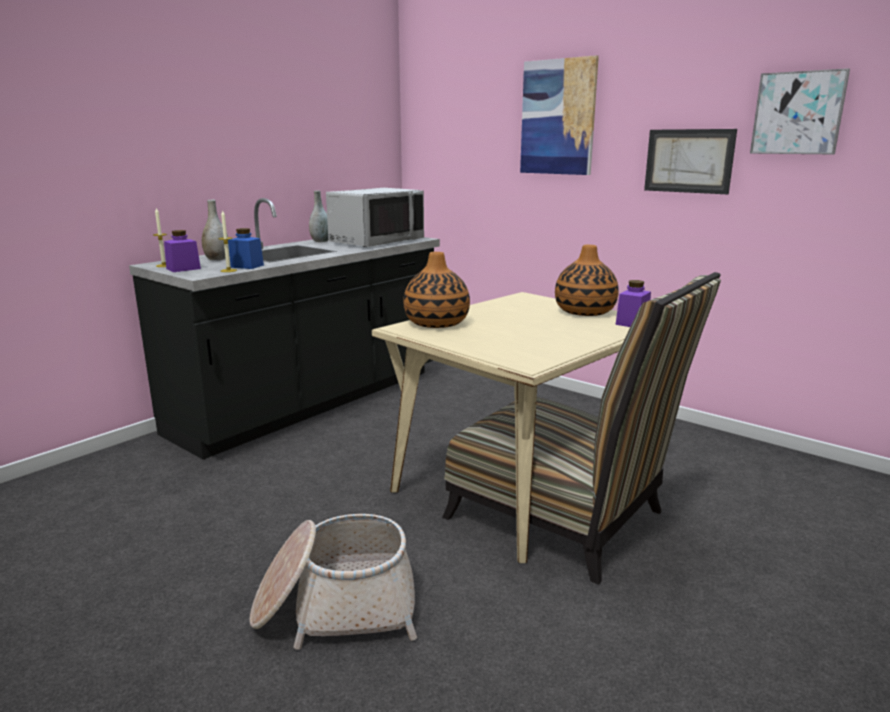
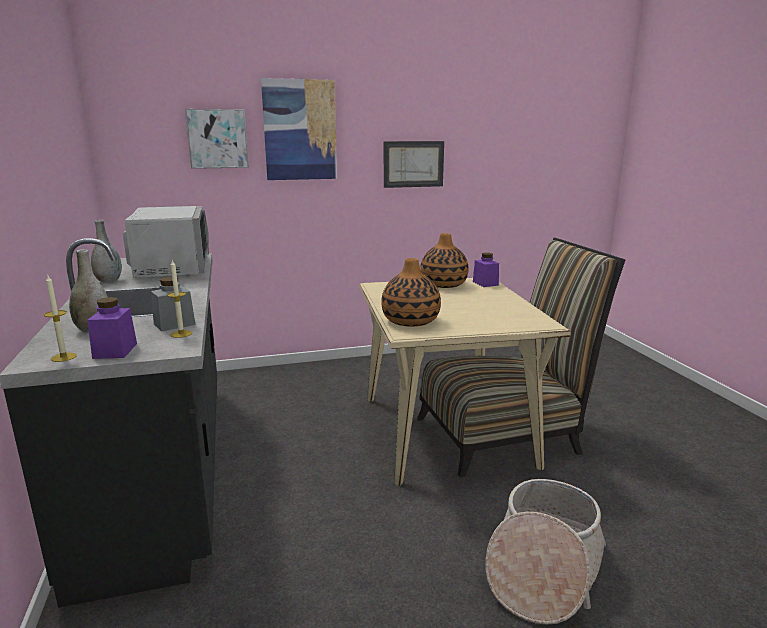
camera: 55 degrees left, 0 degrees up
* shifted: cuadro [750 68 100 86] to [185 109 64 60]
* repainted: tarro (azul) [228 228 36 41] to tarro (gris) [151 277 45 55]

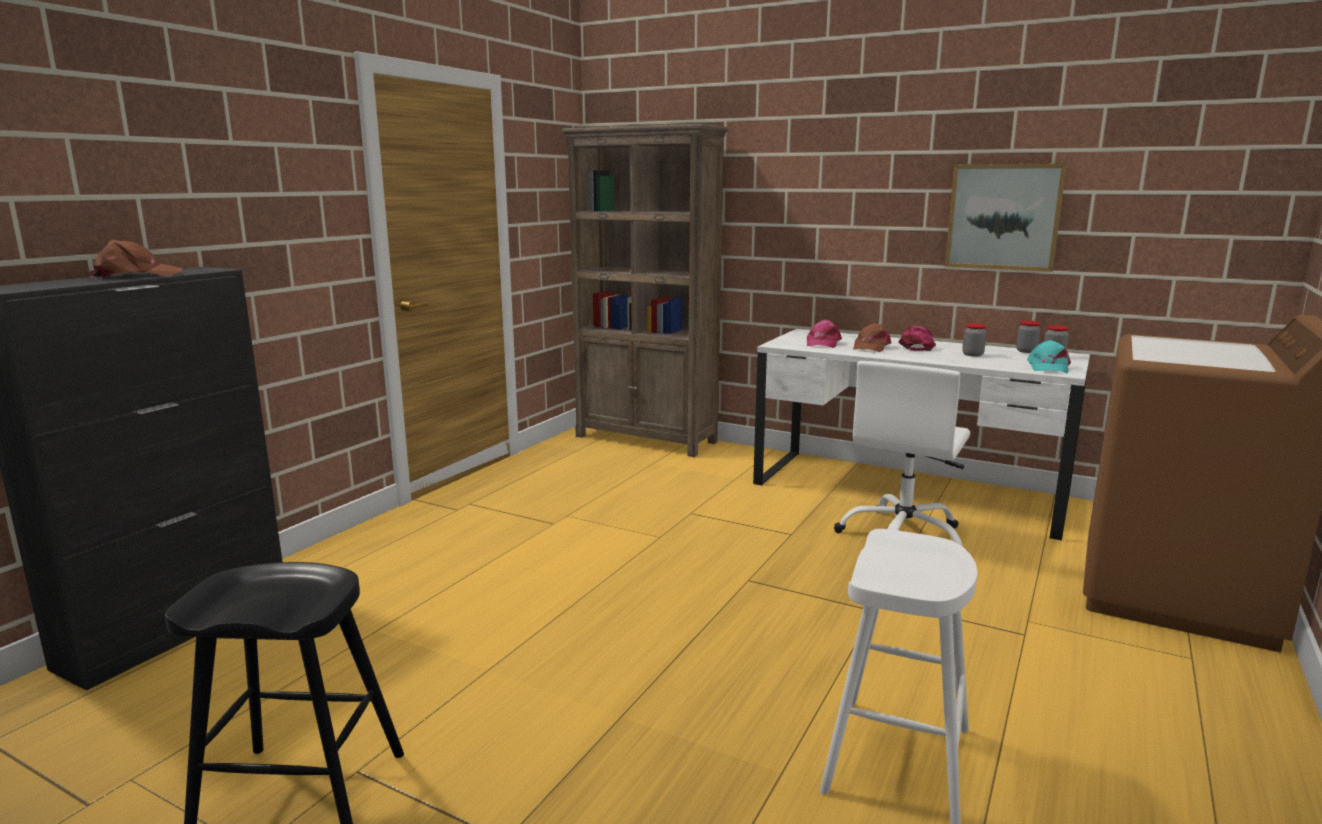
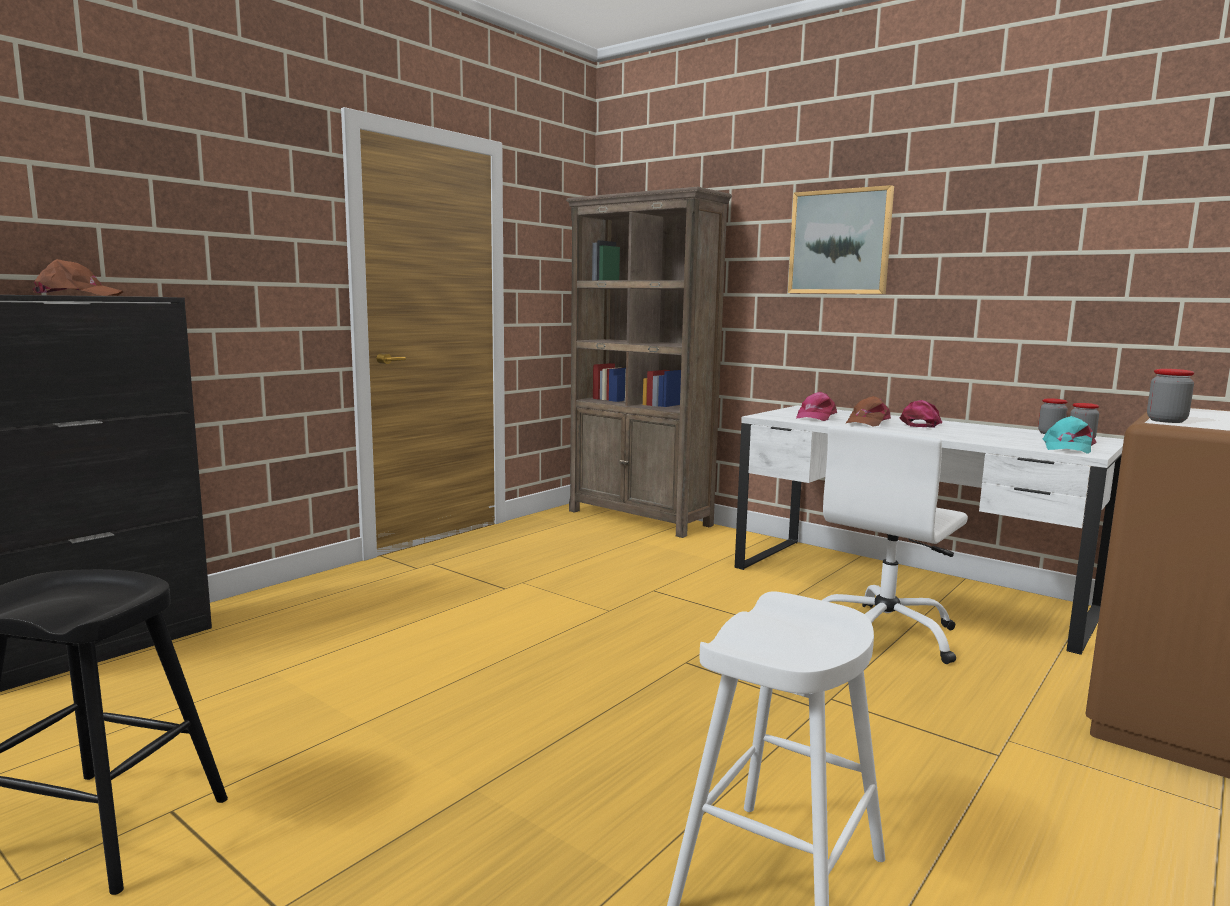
camera: 10 degrees right, 5 degrees down
* shifted: cuadro [945 163 122 109] to [788 185 106 109]
* shifted: tarro [962 324 24 33] to [1147 369 47 54]

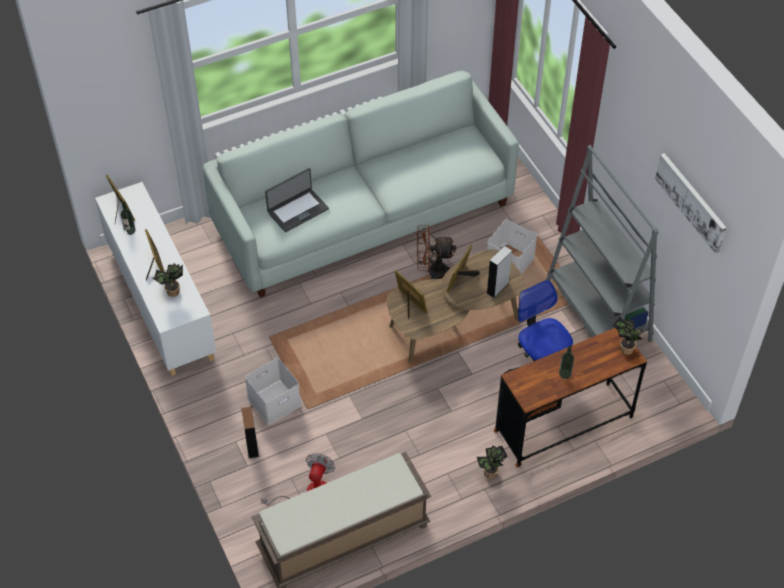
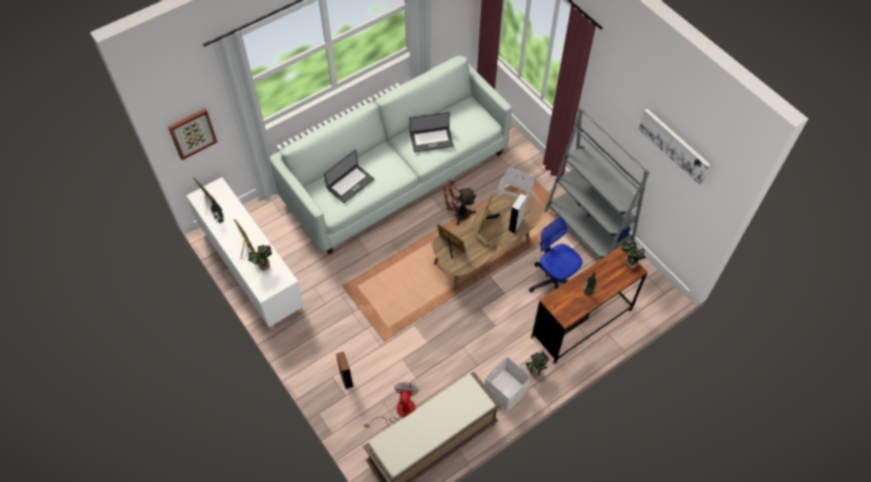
camera: 10 degrees left, 5 degrees up
* shifted: caja de almacenaje (blanco) [245 358 56 67] to [485 357 46 54]
* new: cuadro [168 108 49 52]
* new: portátil [409 112 45 41]

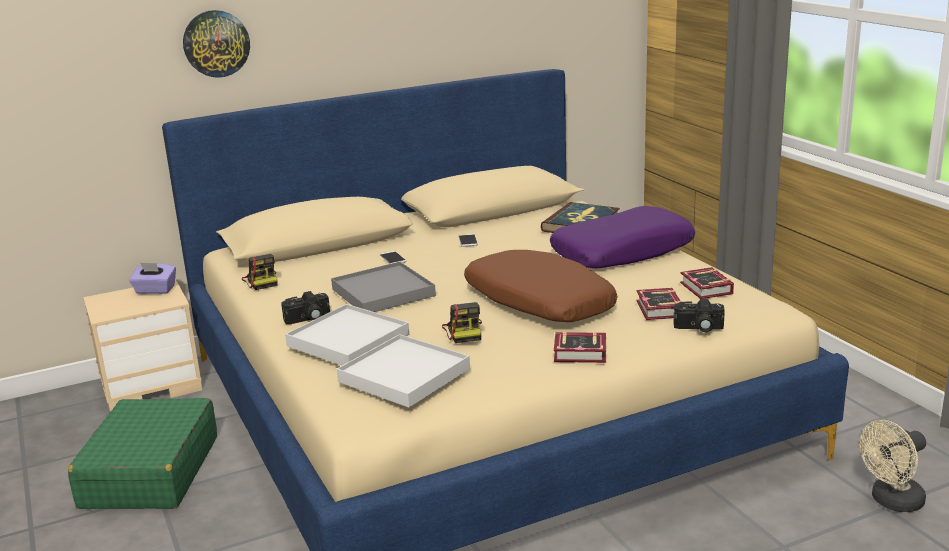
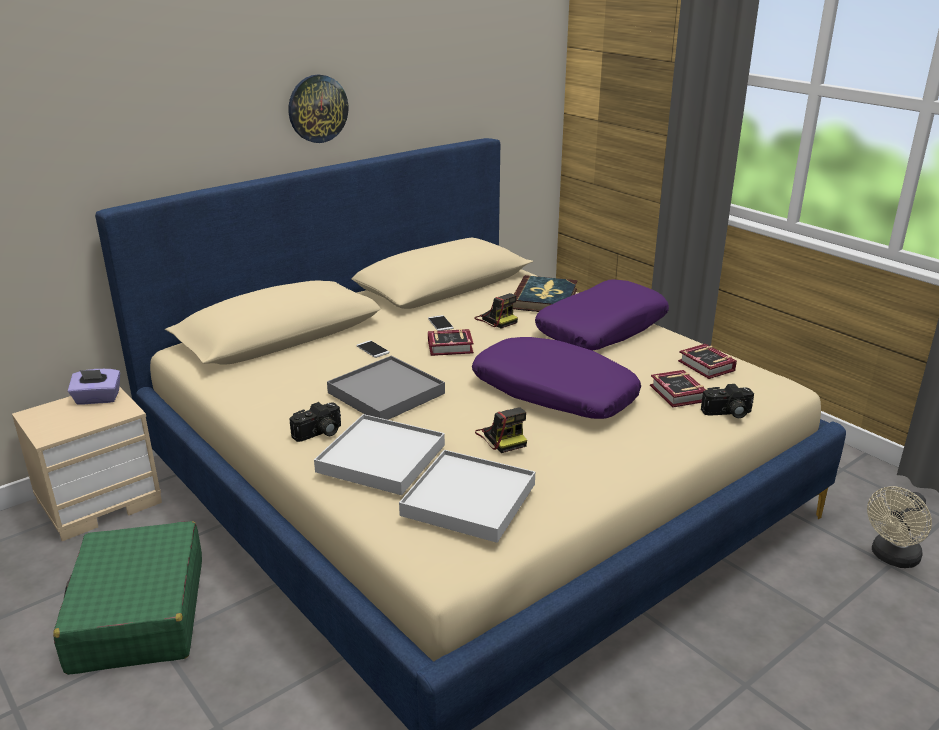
camera: 15 degrees left, 5 degrees up
* shifted: reloj de pared [183 10 67 68] to [289 75 59 68]
* repainted: cojín (marrón) [464 250 154 72] to cojín (morado) [472 337 169 82]
* shifted: cámara [242 254 36 36] to [474 293 44 36]
* shifted: libro [554 331 52 32] to [428 329 46 27]

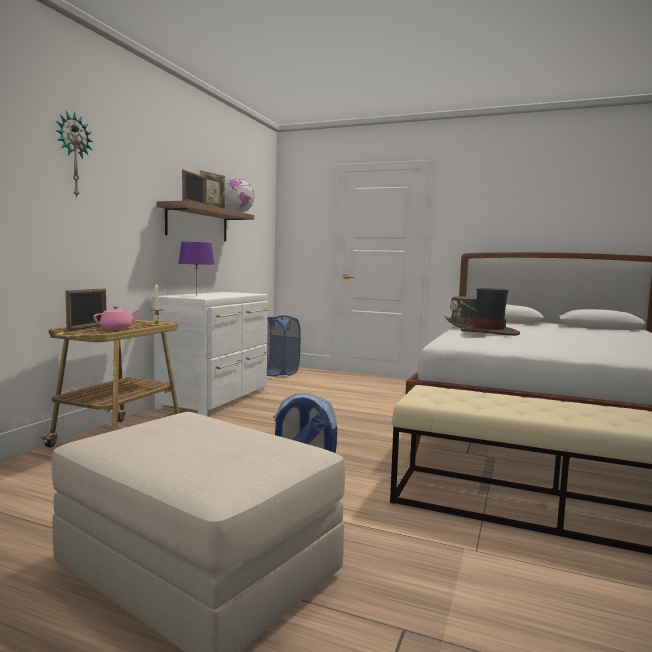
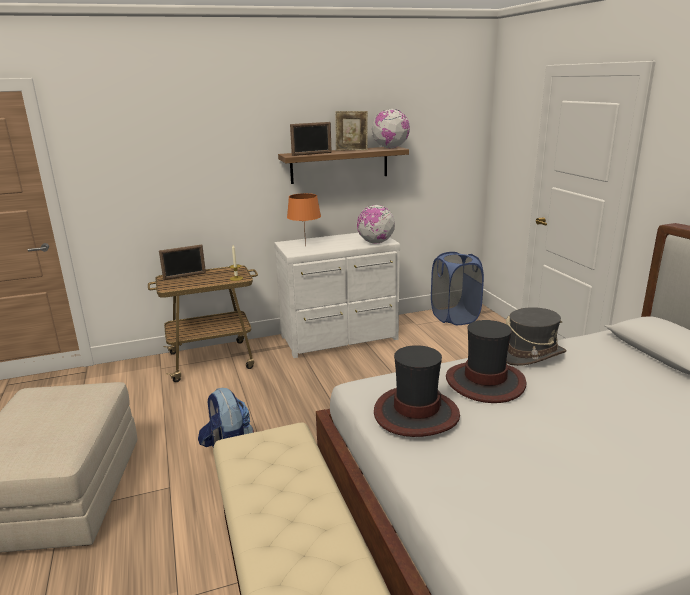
camera: 50 degrees right, 15 degrees up
* gone: reloj de pared [55 111 38 87]
* repainted: lámpara de mesa (morado) [178 242 37 54] to lámpara de mesa (naranja) [287 193 34 54]
* gone: tetera (rosa) [93 306 46 24]
* new: globo terráqueo [357 205 38 39]
* new: sombrero [374 345 86 92]

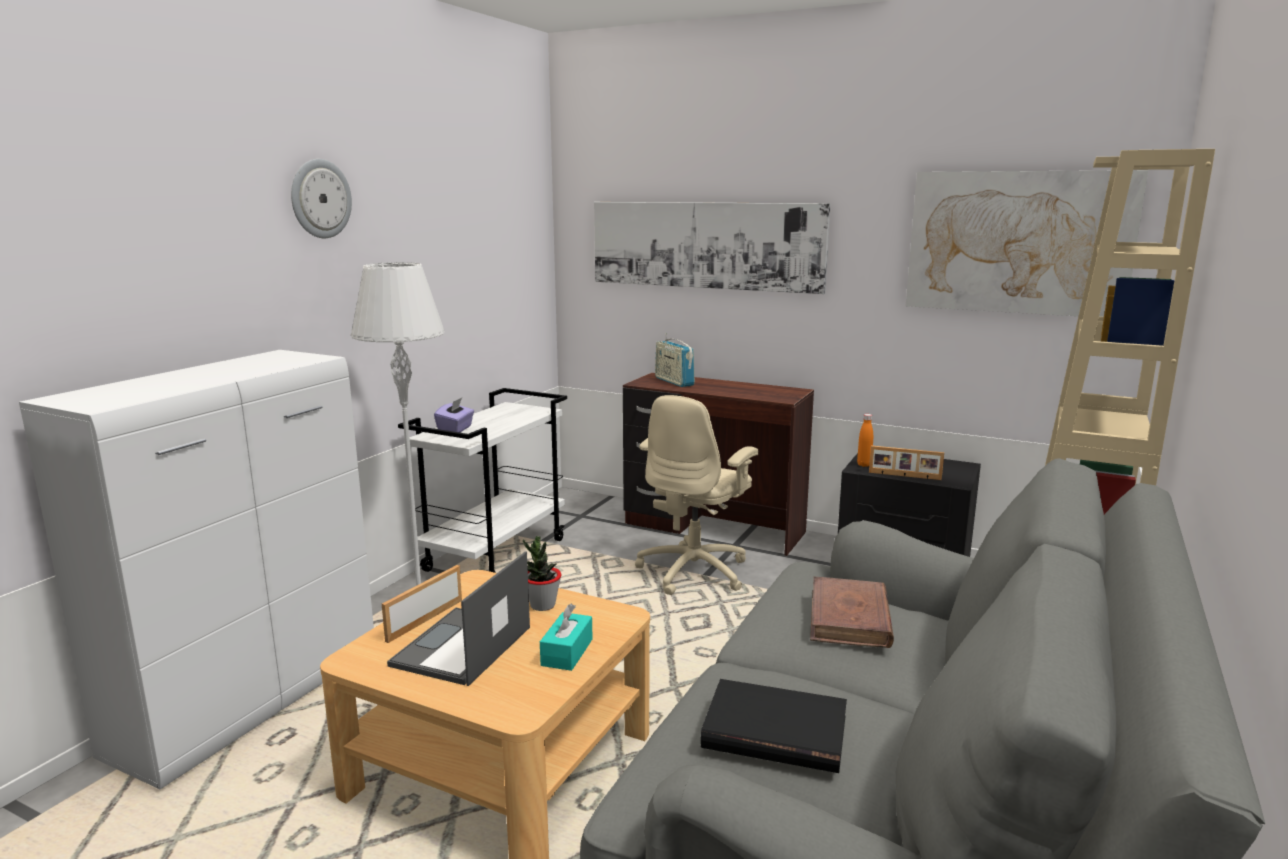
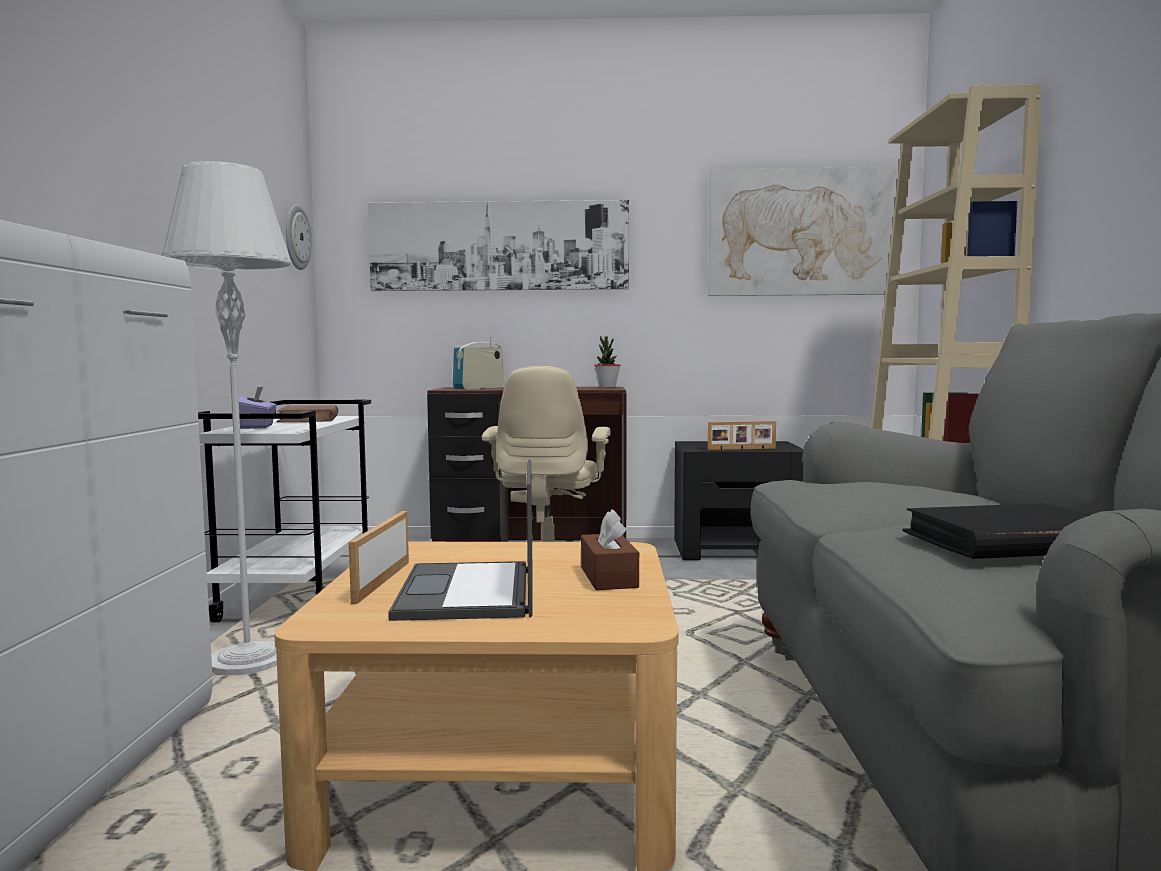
camera: 25 degrees left, 10 degrees down
* shifted: reloj de pared [291 159 61 79] to [286 205 26 65]
* rotated: radio [655 333 40 54] = [453 337 51 52] 90 degrees clockwise
* gone: botella (naranja) [857 414 16 53]
* shifted: planta en maceta [523 536 38 75] to [594 336 26 52]
* shifted: libro (marrón) [810 577 84 71] to [276 405 62 17]
* repainted: caja de pañuelos (turquesa) [540 604 52 67] to caja de pañuelos (marrón) [581 509 58 81]

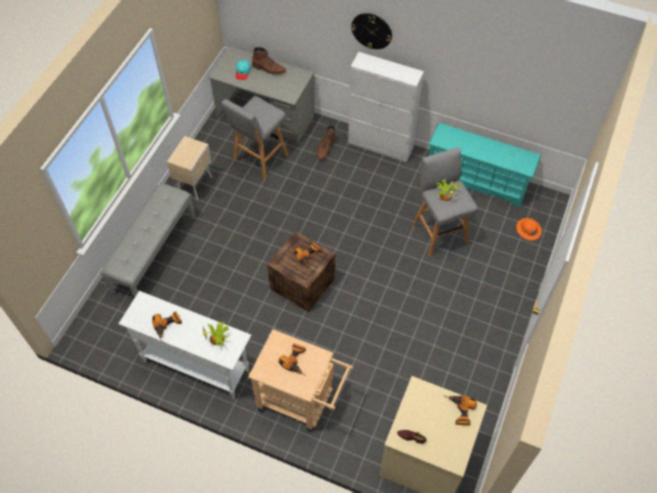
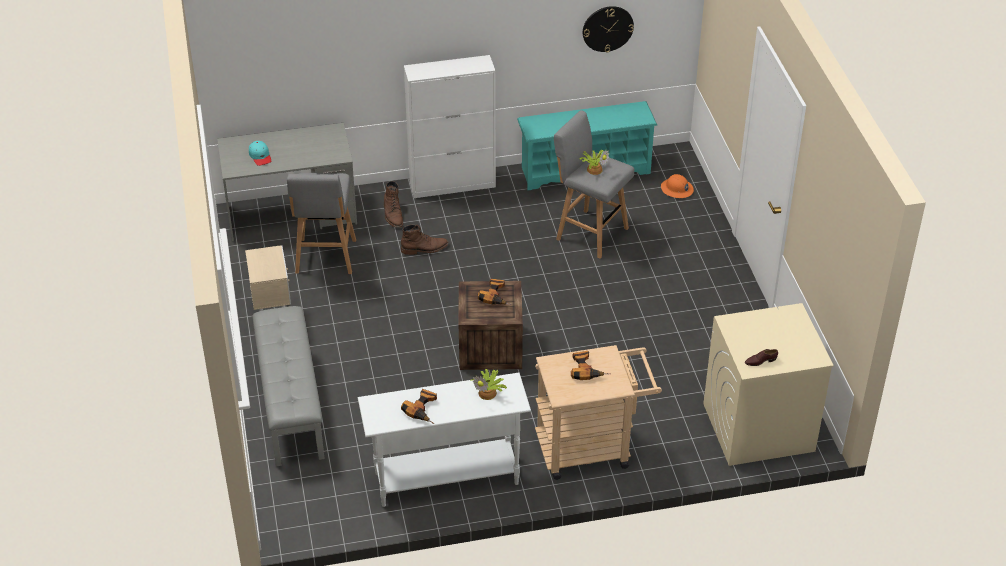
camera: 35 degrees left, 15 degrees down
* shifted: reloj de pared [351 13 41 36] to [583 6 51 47]
* shifted: bota (marrón) [252 47 34 28] to [401 225 48 30]
* gone: taladro [443 395 34 30]

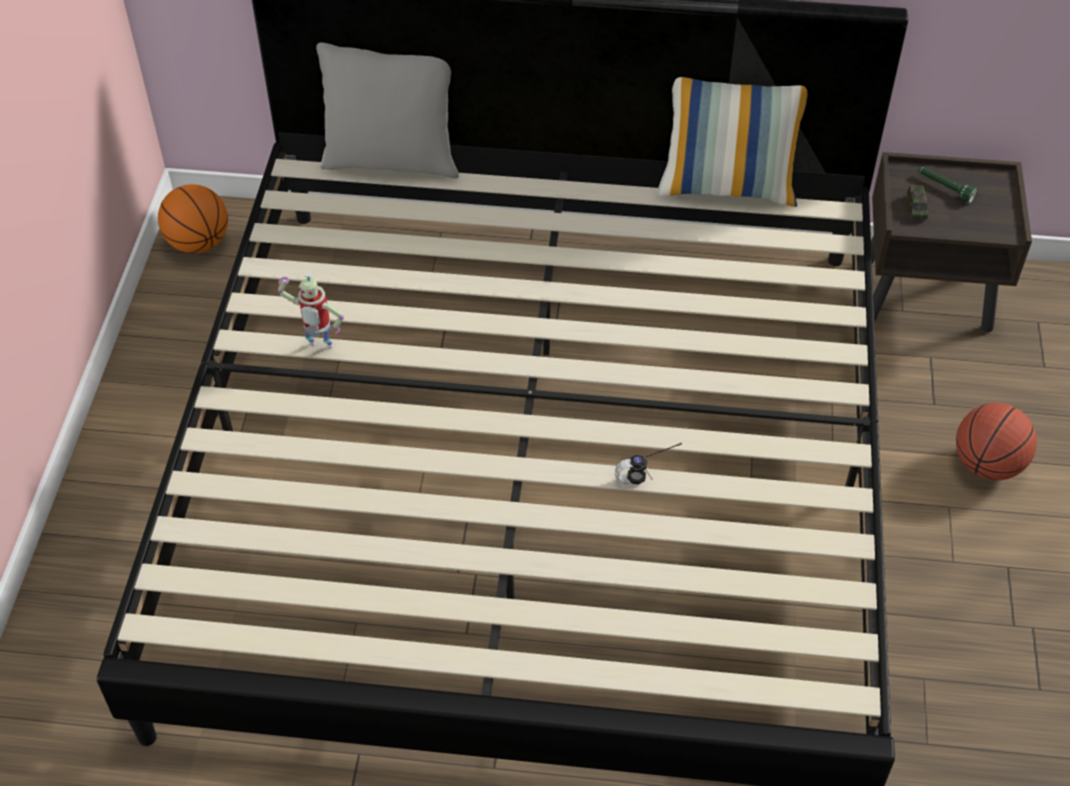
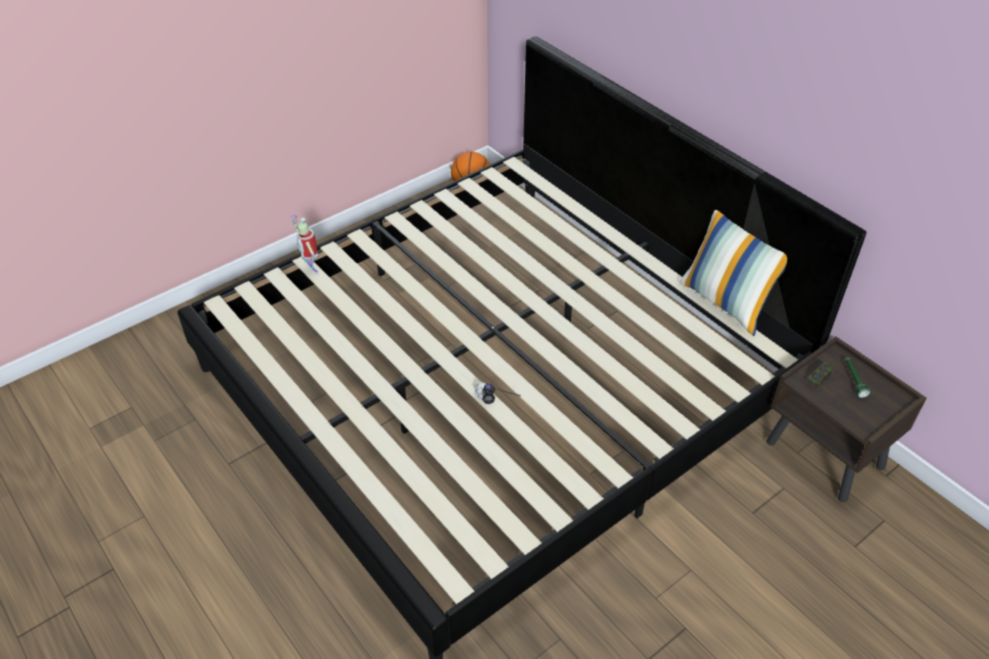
camera: 45 degrees right, 5 degrees down
* gone: cojín (gris) [316 43 143 135]
* shifted: robot de juguete [278 271 66 78] to [290 215 29 60]
* gone: balón de baloncesto [956 403 81 77]

